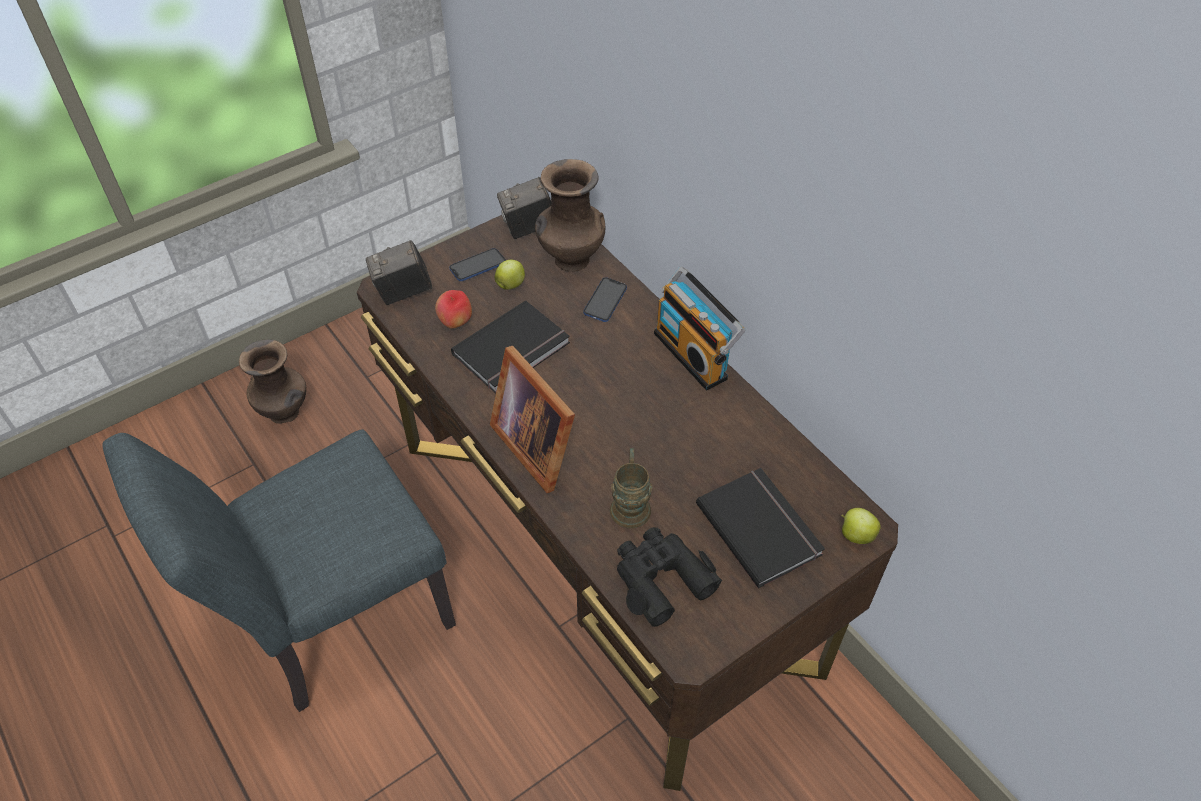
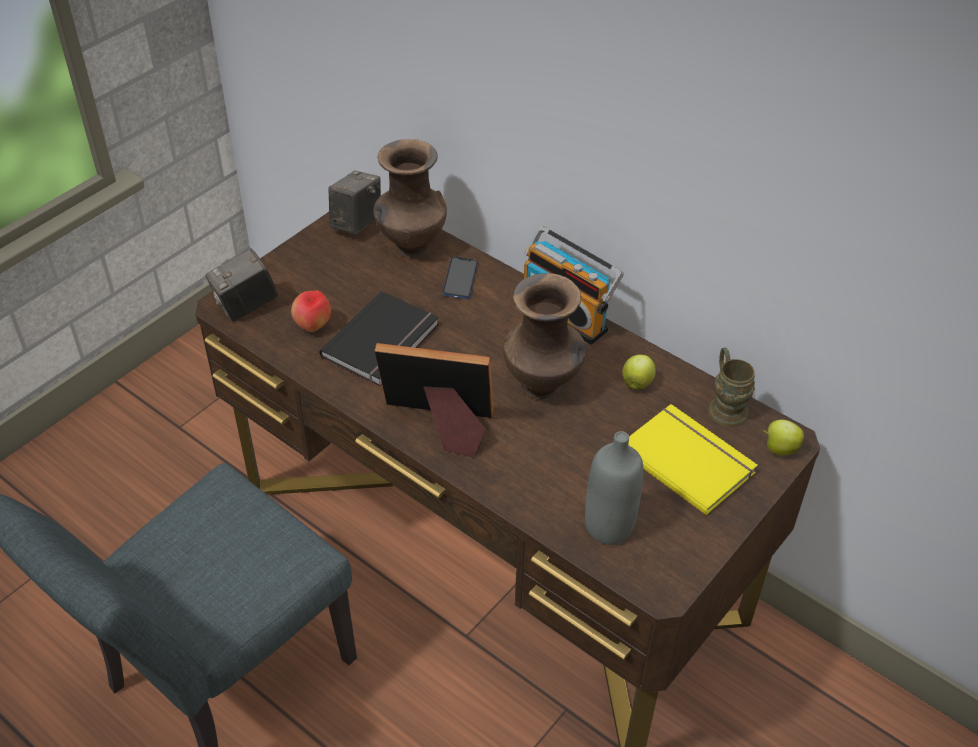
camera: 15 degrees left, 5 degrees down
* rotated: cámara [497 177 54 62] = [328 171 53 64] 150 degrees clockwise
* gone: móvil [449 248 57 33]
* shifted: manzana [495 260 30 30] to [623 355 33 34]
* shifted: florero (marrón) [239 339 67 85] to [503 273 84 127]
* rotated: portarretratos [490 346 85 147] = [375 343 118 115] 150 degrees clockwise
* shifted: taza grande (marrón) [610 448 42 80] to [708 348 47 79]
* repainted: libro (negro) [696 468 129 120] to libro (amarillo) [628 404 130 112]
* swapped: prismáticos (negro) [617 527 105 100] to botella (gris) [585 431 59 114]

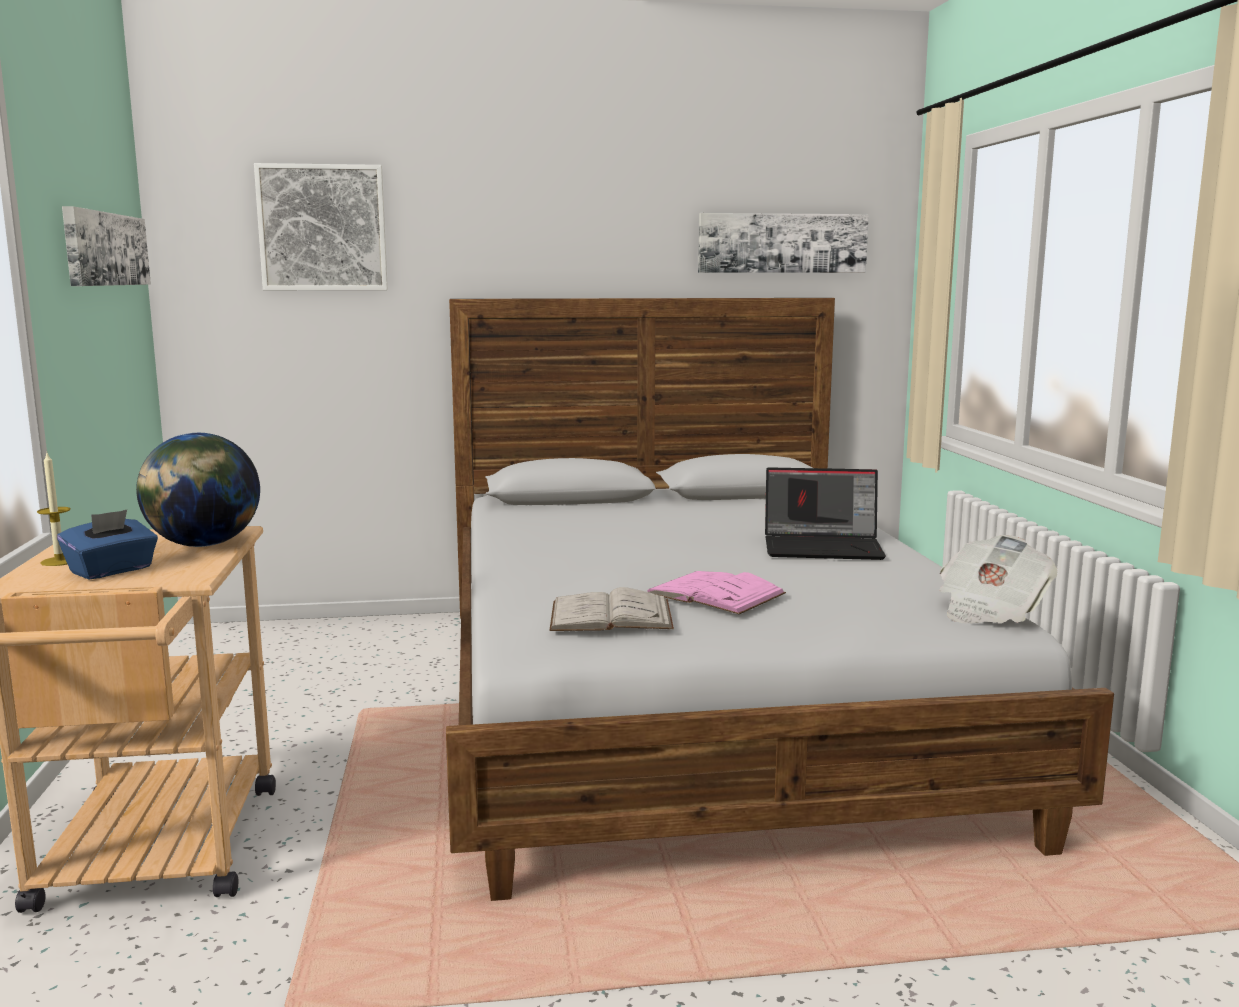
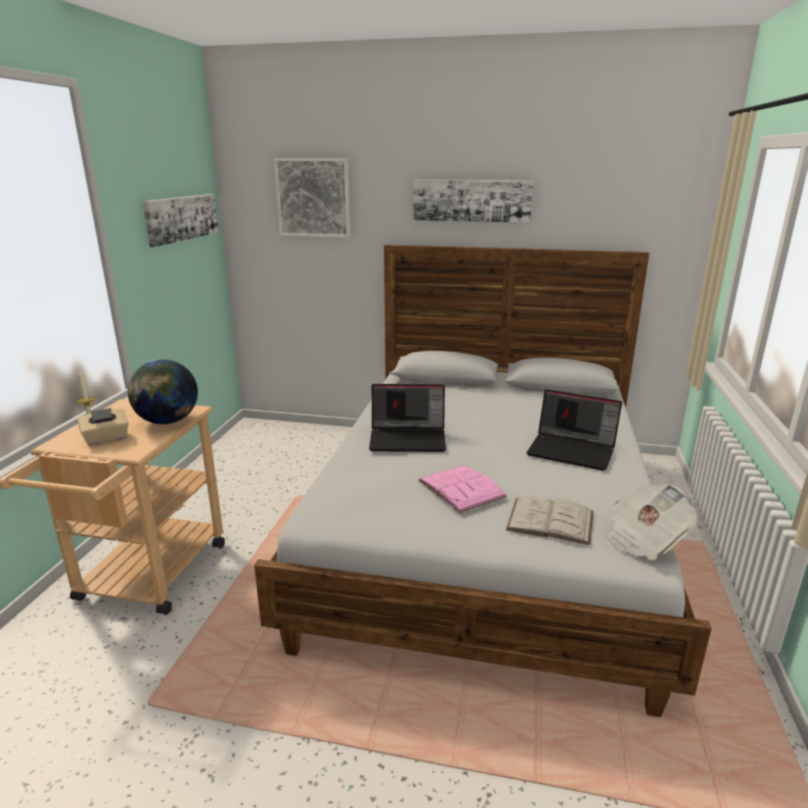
camera: 20 degrees right, 10 degrees up
* shifted: cuadro [698 213 171 60] to [413 179 120 44]
* repainted: caja de pañuelos (azul) [57 510 101 69] to caja de pañuelos (beis) [77 408 52 38]
* shifted: libro (blanco) [549 587 125 44] to [506 497 87 48]
* new: portátil [369 384 77 68]

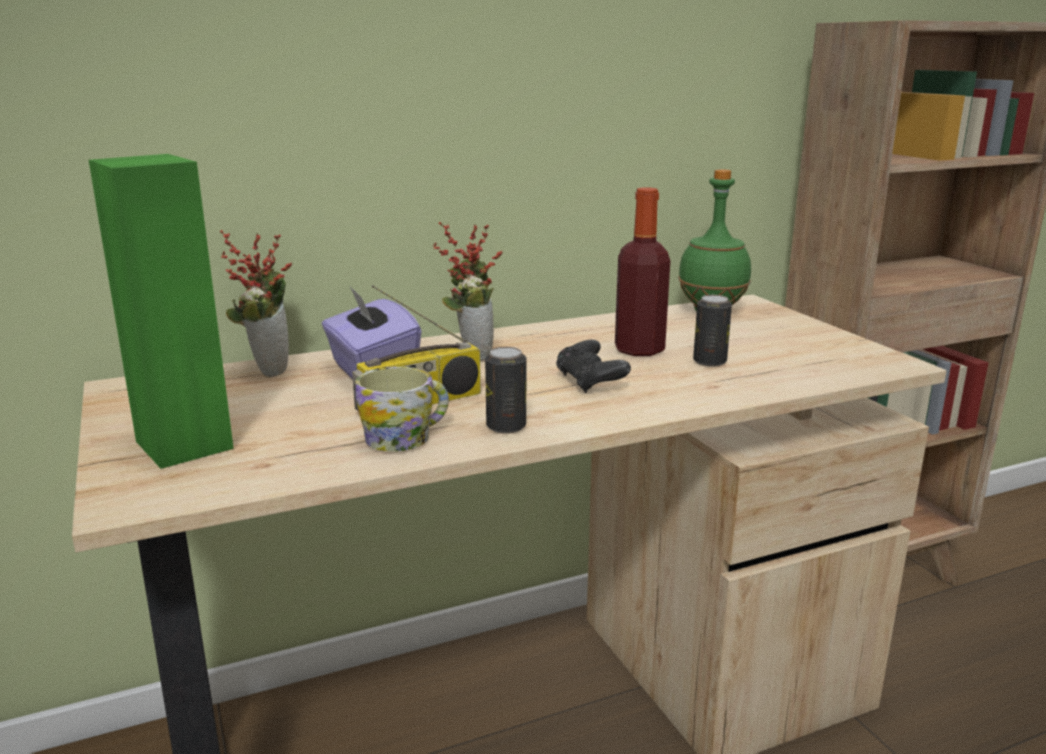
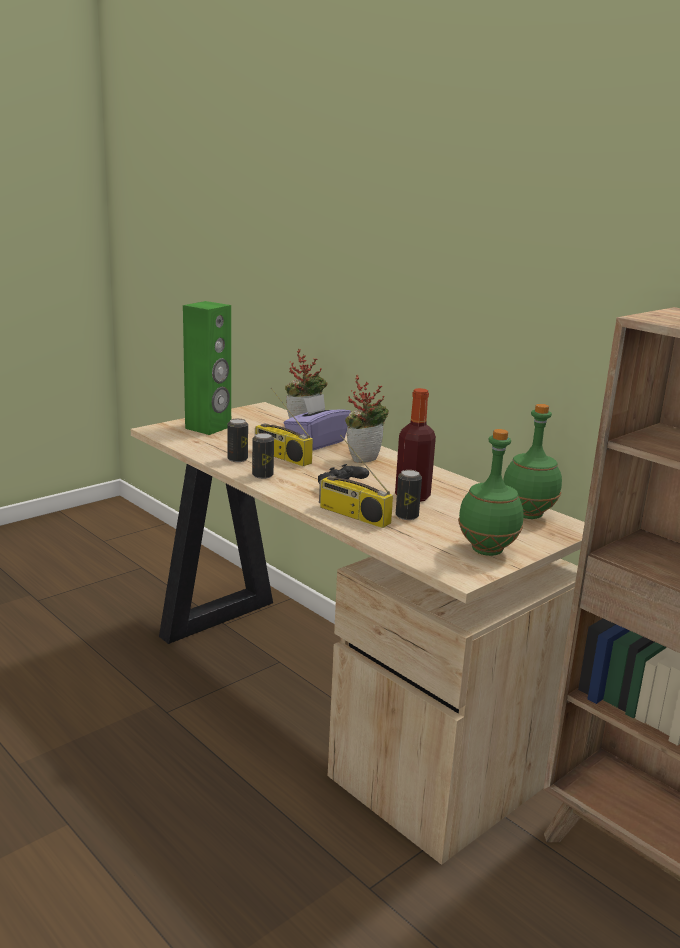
camera: 70 degrees right, 0 degrees up
* swapped: taza grande [355 366 94 86] to lata [227 419 21 43]
* new: botella (verde) [458 429 66 127]
* new: radio [319 435 74 93]

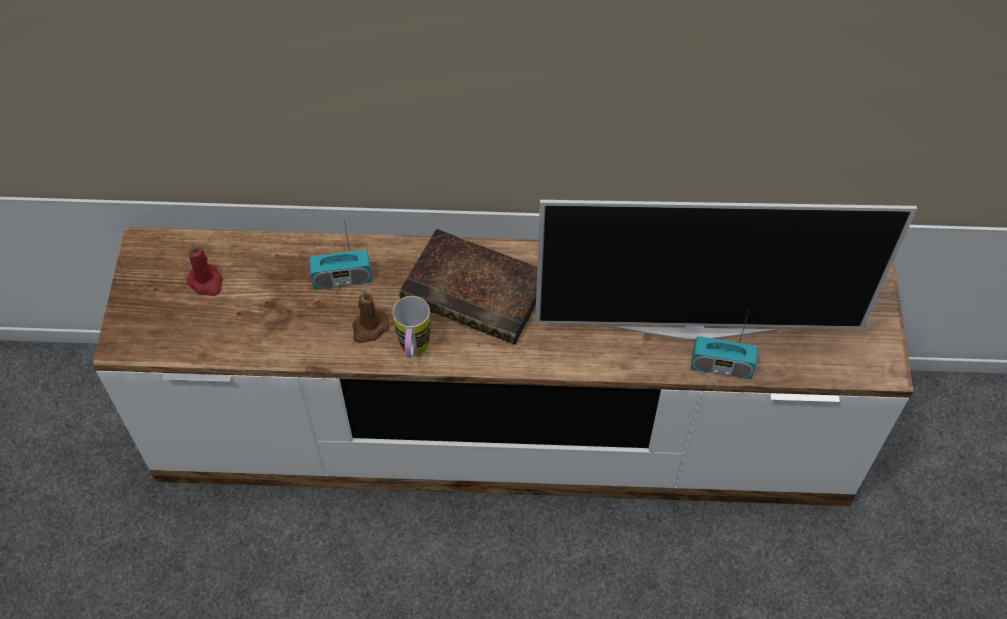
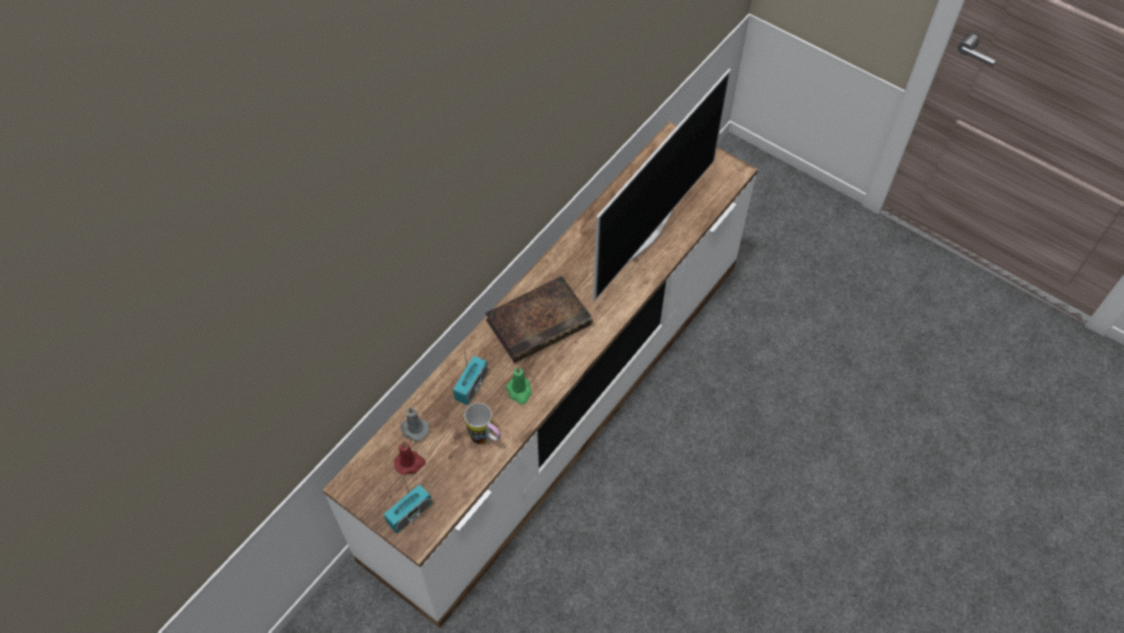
camera: 55 degrees left, 0 degrees up
* repainted: vela (marrón) [352 291 37 52] to vela (verde) [506 367 26 37]
* shifted: taza grande [393 296 38 62] to [464 403 37 42]
* shifted: radio [691 312 67 67] to [384 476 48 57]
* new: vela (gris) [400 407 29 34]

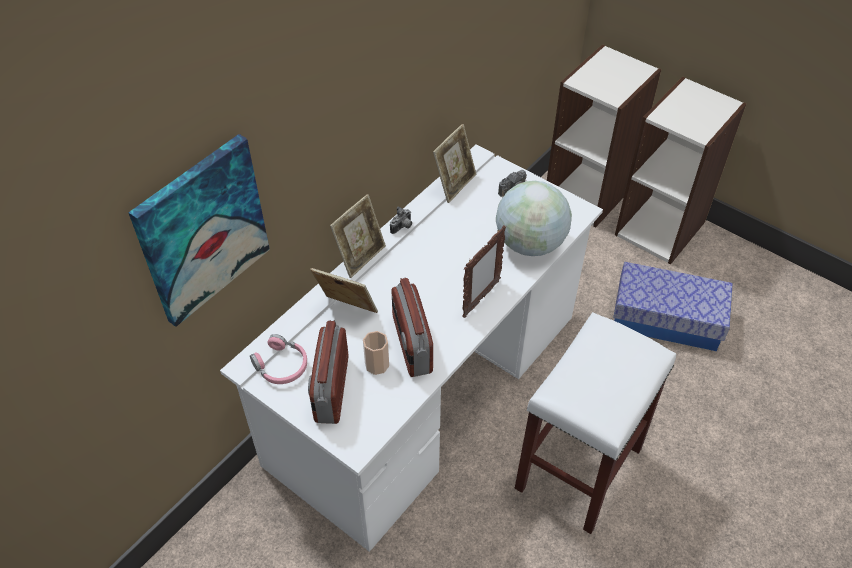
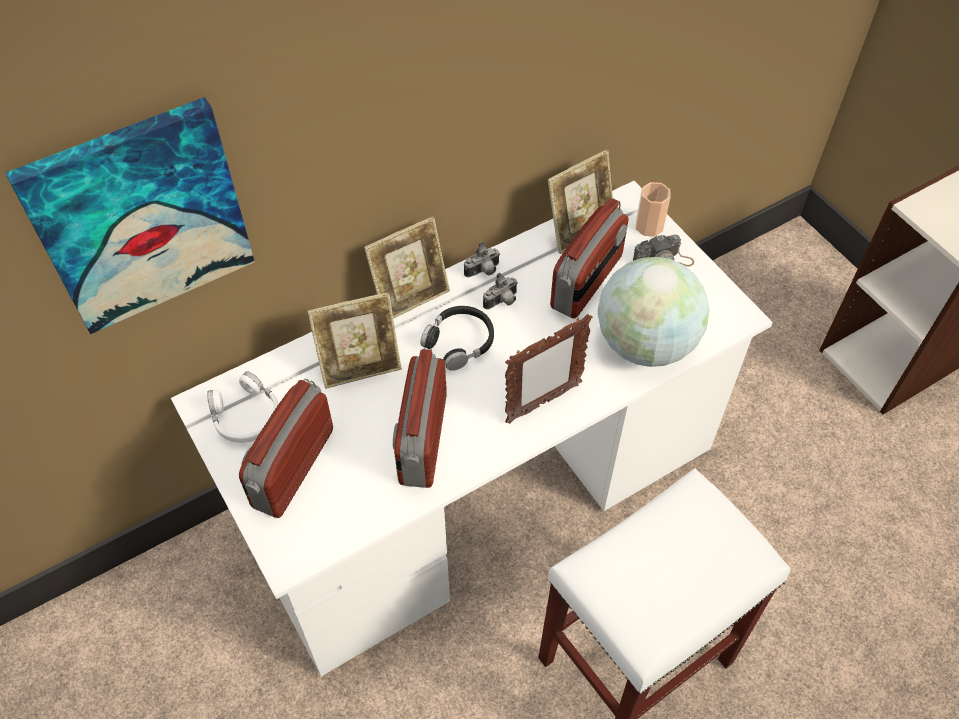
camera: 20 degrees right, 5 degrees up
* gone: estantería [547 44 114 184]
* gone: caja de almacenaje [613 262 120 89]
* rotated: portarretratos [310 268 68 45] = [308 292 94 97] 120 degrees clockwise
* shifted: taza [363 331 26 44] to [636 182 34 55]
* repainted: auriculares (rosa) [250 334 57 50] to auriculares (blanco) [207 371 72 72]
* new: radio [550 198 78 121]
* new: cámara [483 273 35 37]
* new: auriculares (negro) [420 306 74 65]

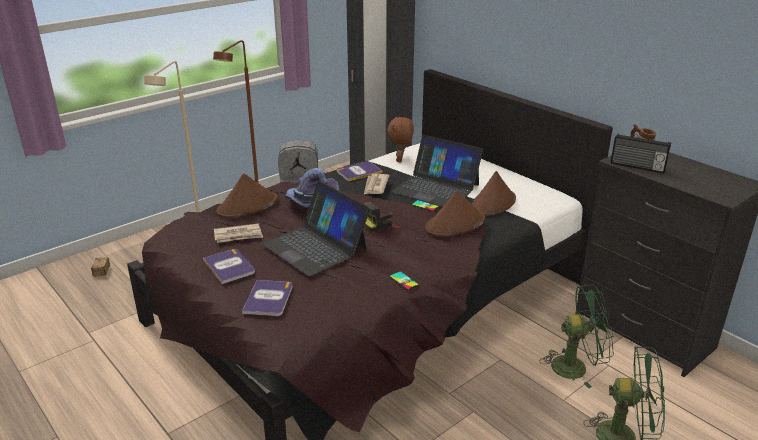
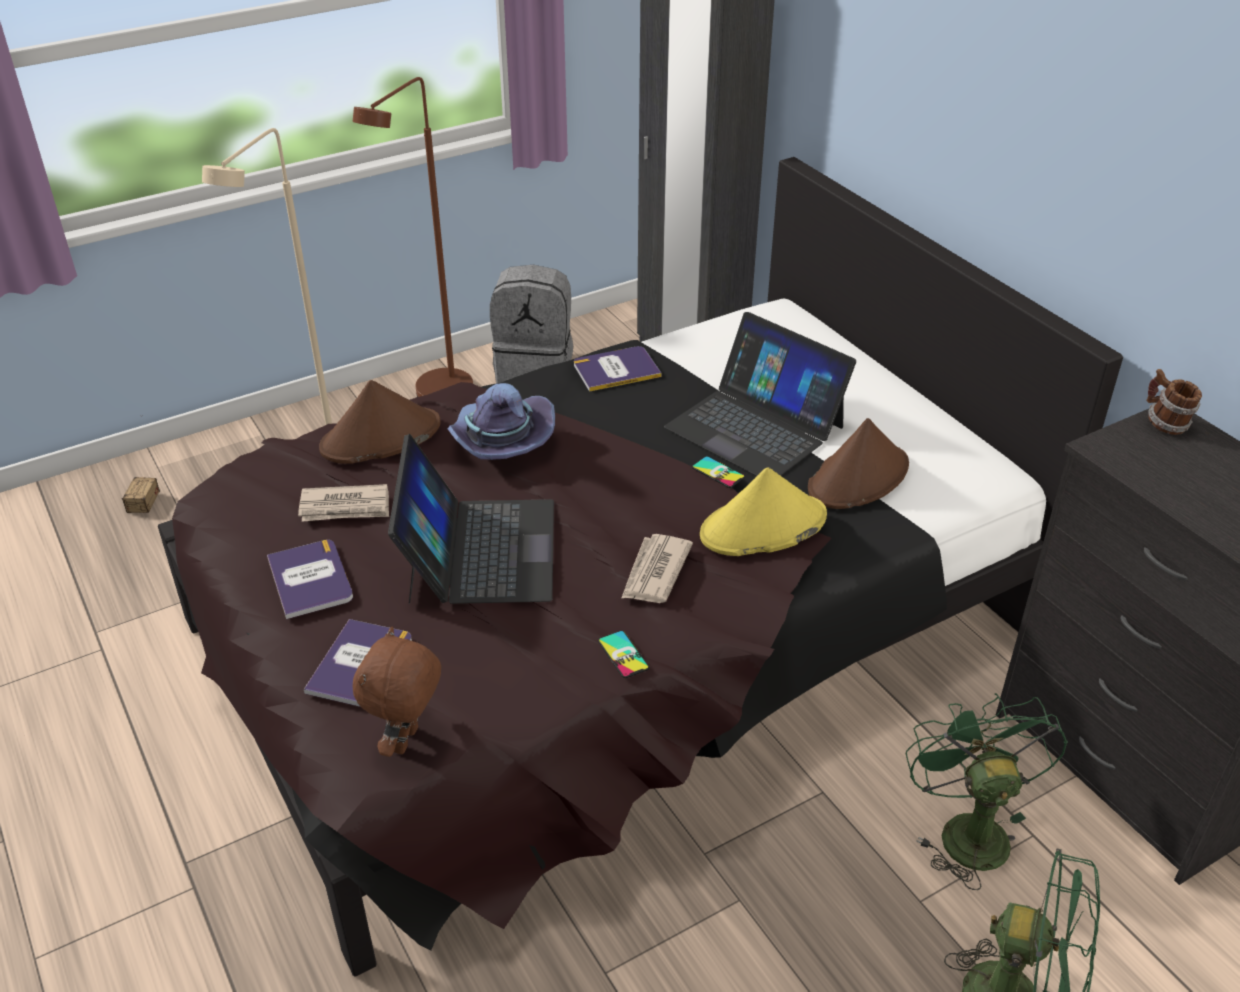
camera: 10 degrees right, 10 degrees up
* shifted: peluche (marrón) [387 116 27 46] to [353 627 88 130]
* gone: radio [610 134 61 39]
* shifted: periódico [364 174 25 20] to [621 534 72 69]
* rotated: portátil [262 181 108 95] = [388 434 166 170] 150 degrees counterclockwise
* repainted: sombrero (marrón) [425 191 60 46] to sombrero (amarillo) [700 467 127 89]
* gone: cámara [363 202 38 30]
* rotated: ventilador (verde) [539 285 75 103] = [906 693 162 197] 105 degrees counterclockwise

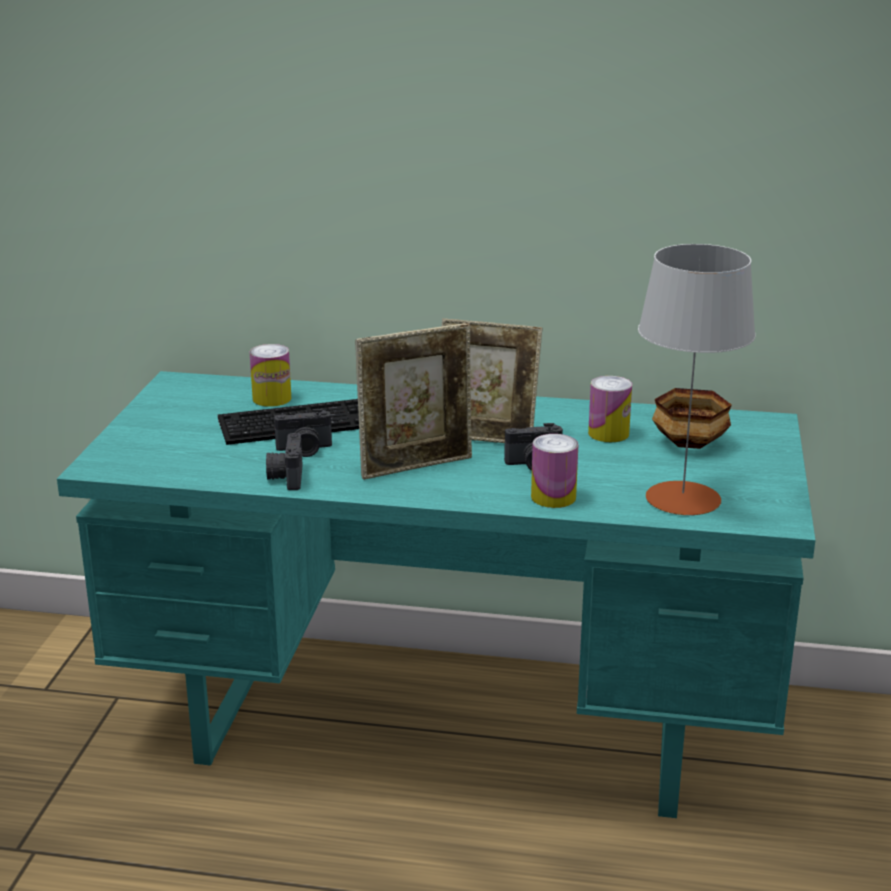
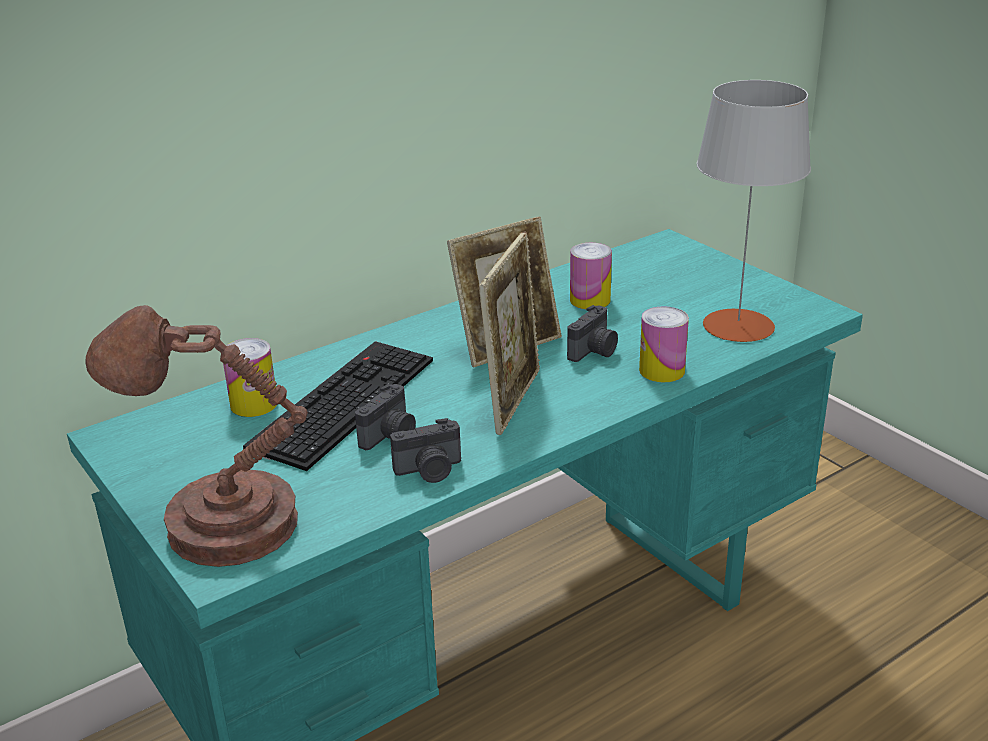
camera: 45 degrees left, 5 degrees up
* gone: cuenco [652 388 80 61]
* rotated: cámara [266 433 36 57] = [390 418 71 65] 60 degrees counterclockwise
* new: lámpara de mesa (marrón) [85 305 223 262]

